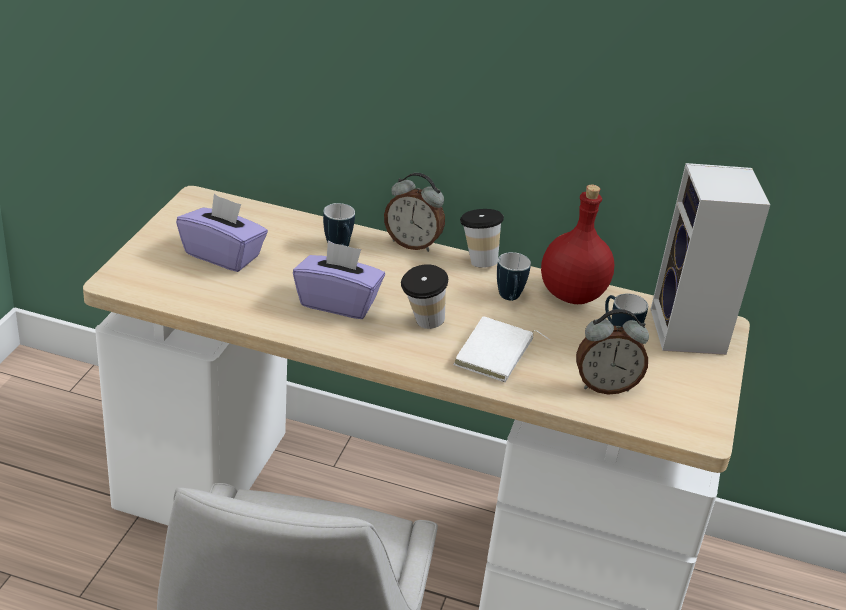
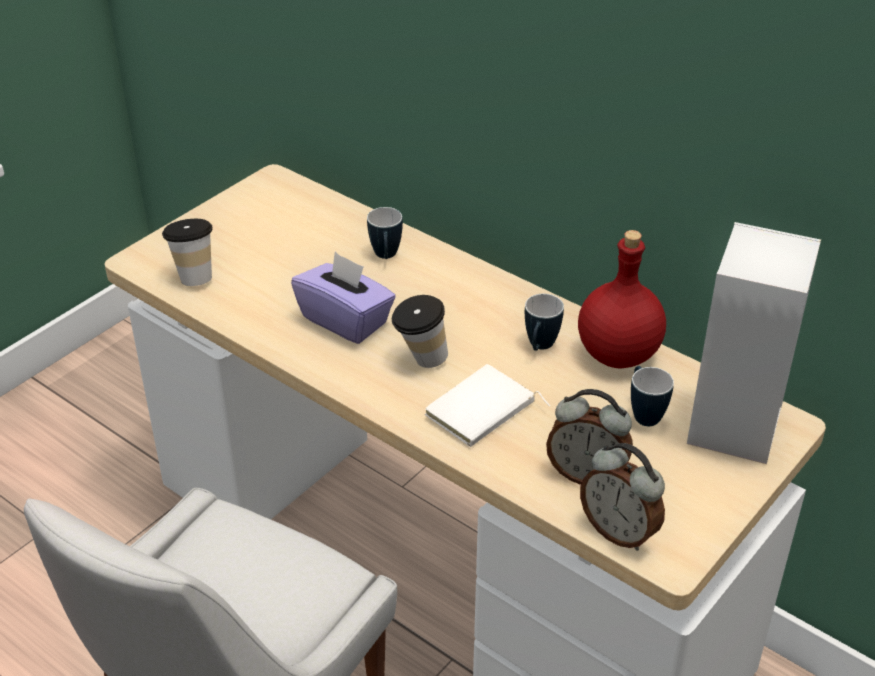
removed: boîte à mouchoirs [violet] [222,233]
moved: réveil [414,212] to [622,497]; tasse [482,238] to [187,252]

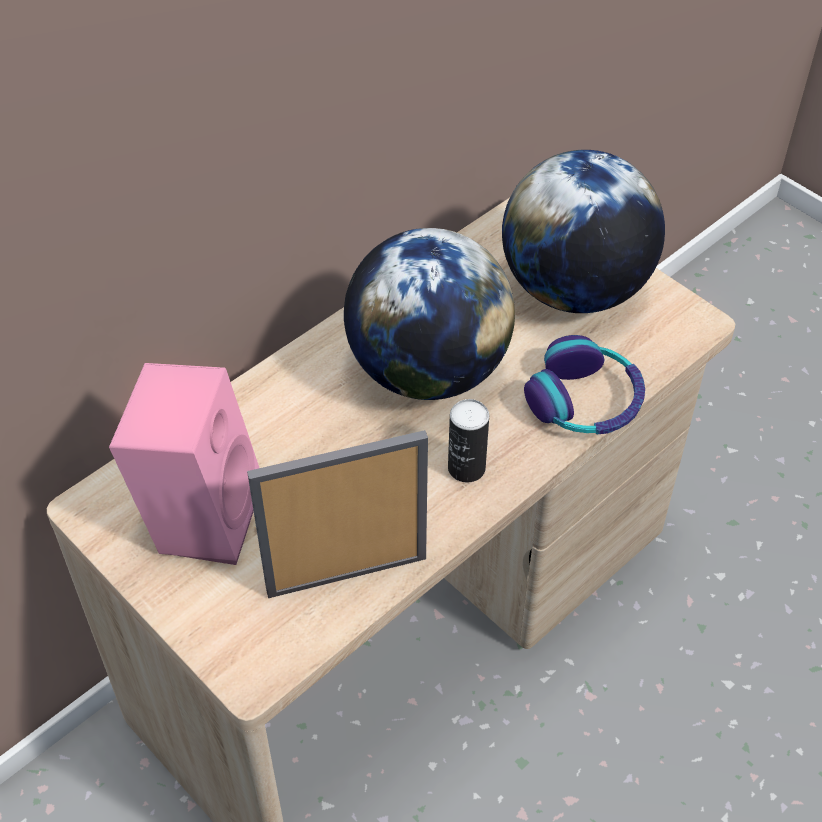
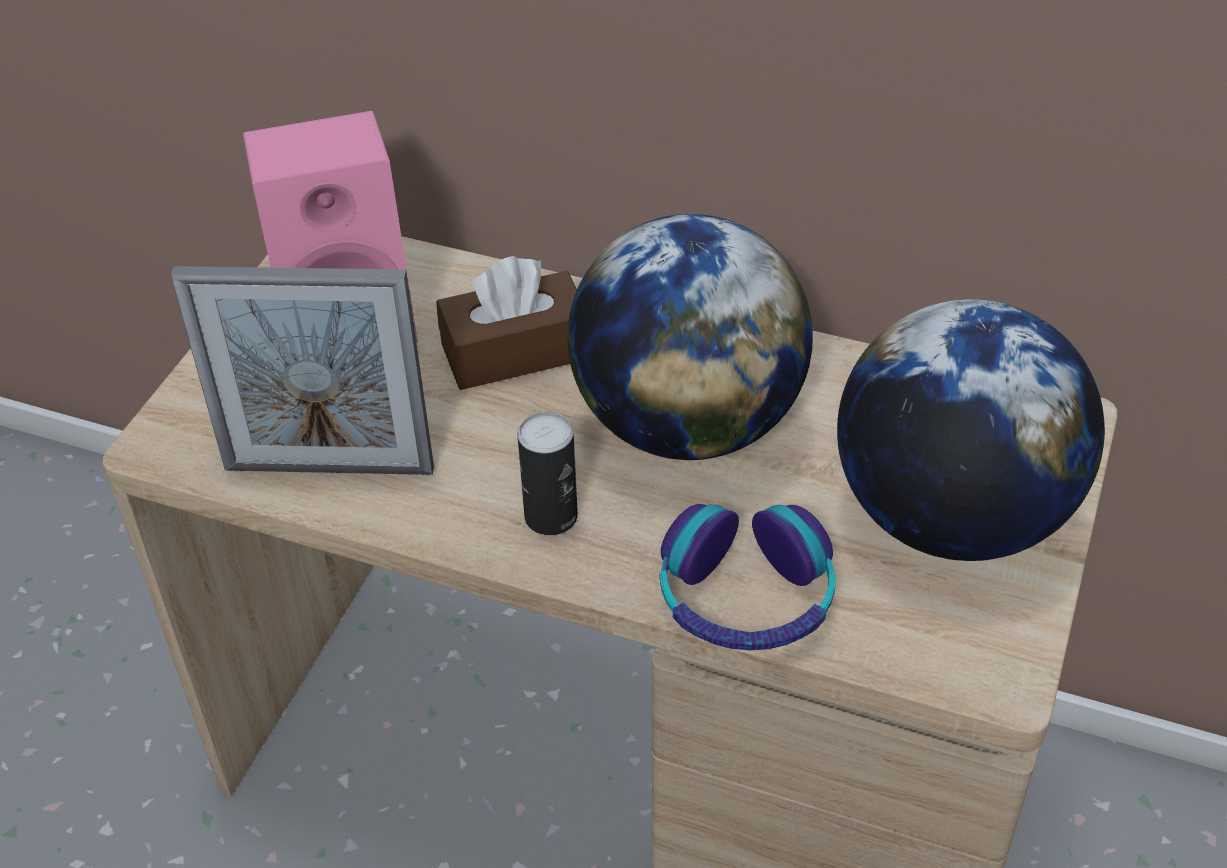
added: boîte à mouchoirs [marron] [506,323]
turned: cadre photo [337,514] = [302,370] 135 degrees clockwise

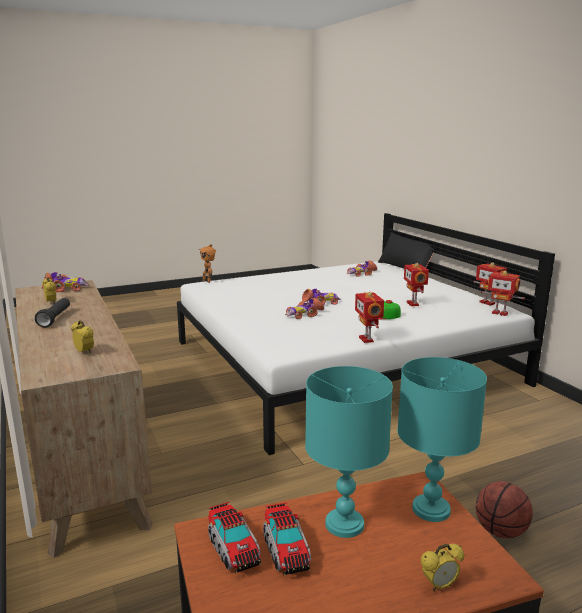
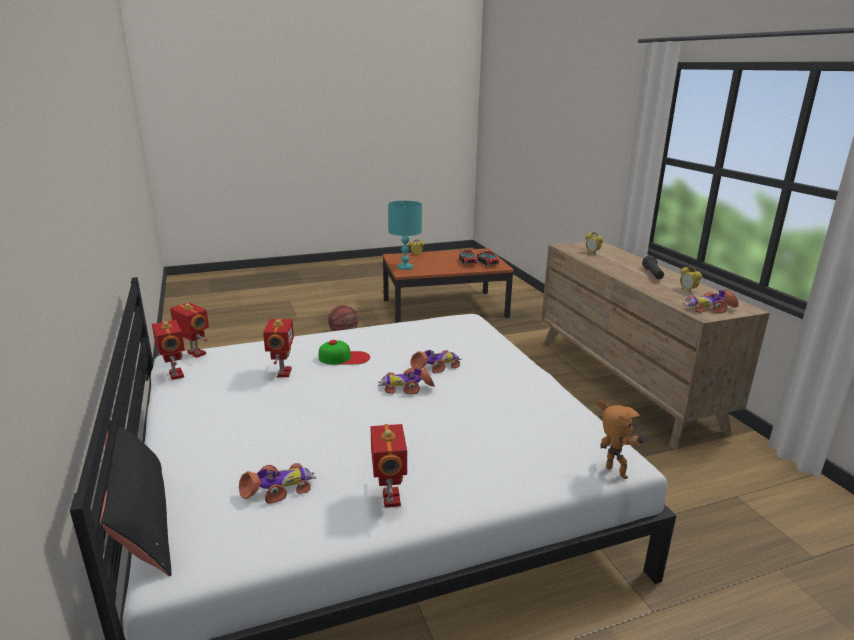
removed: lampe de table [turquoise] [349,452]
moved: robot jouet [369,317] to [388,466]

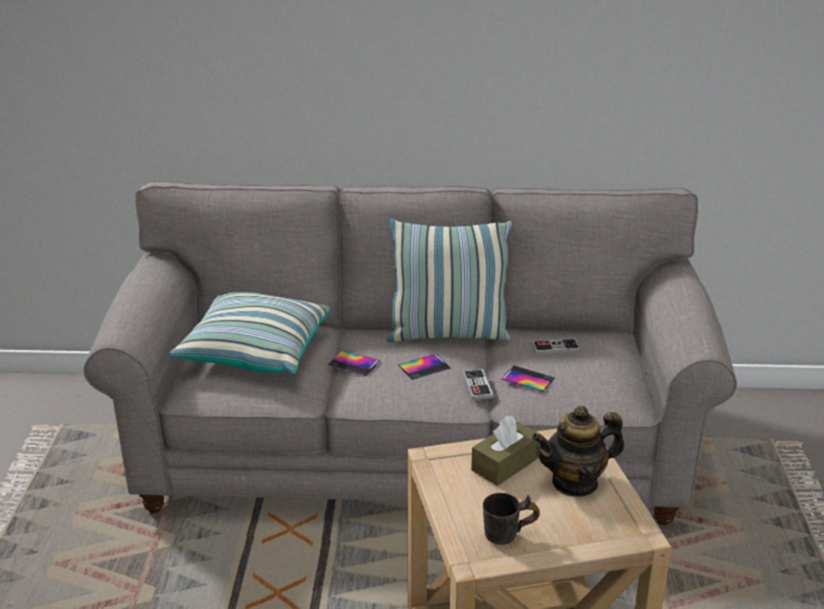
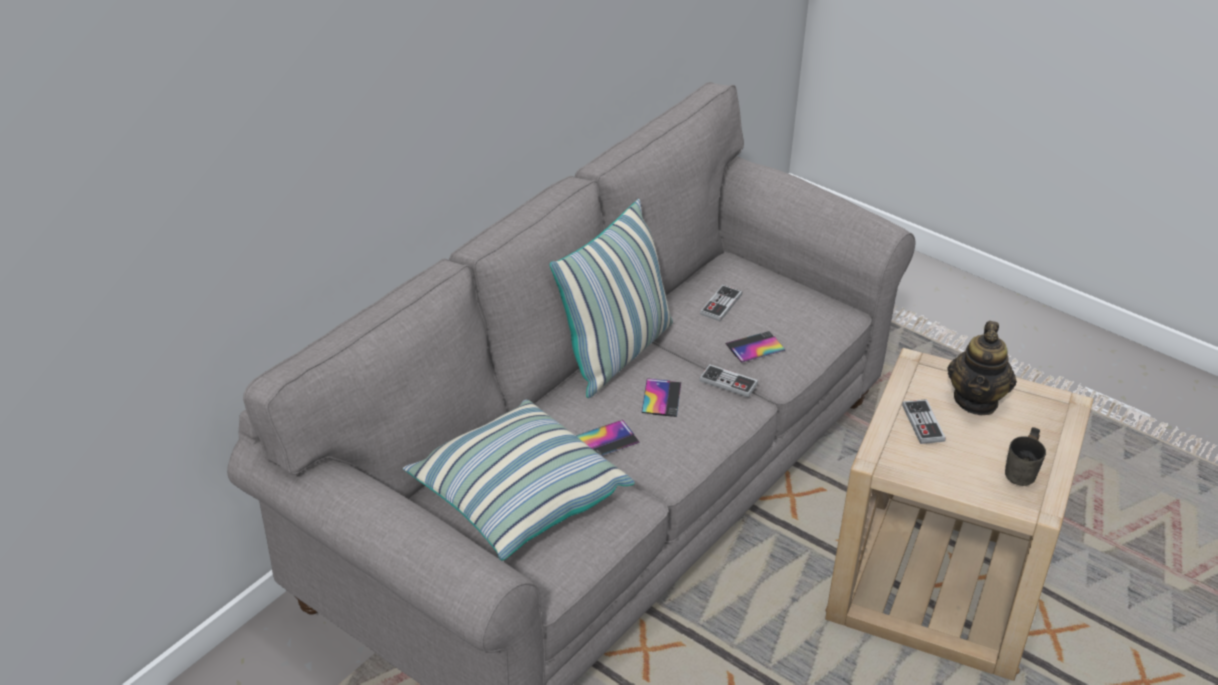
replaced: boîte à mouchoirs [marron] [506,450] to manette [924,421]

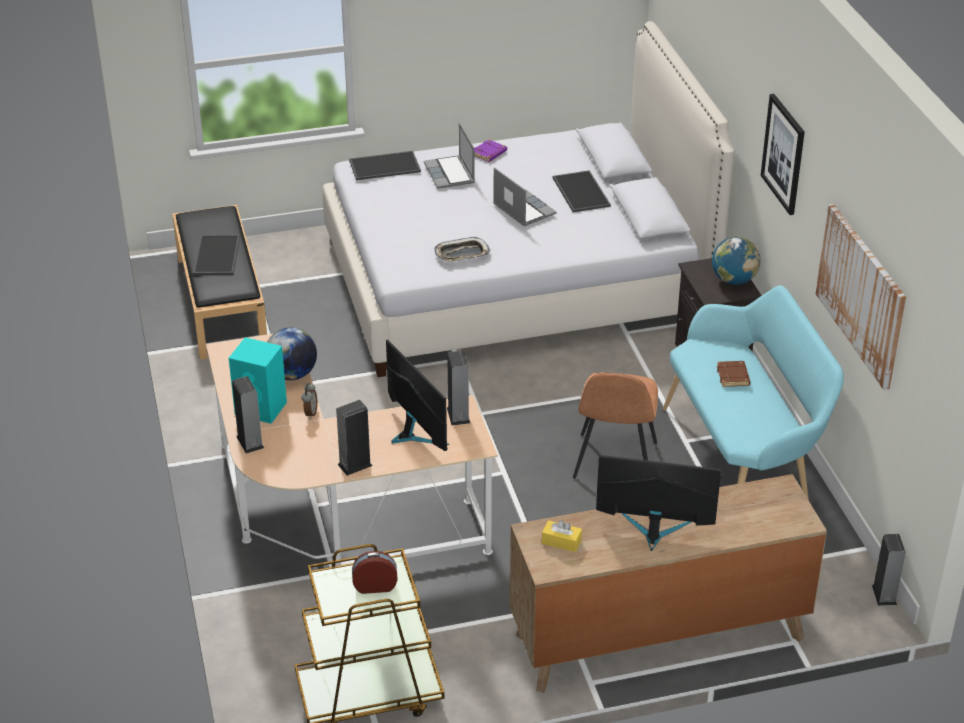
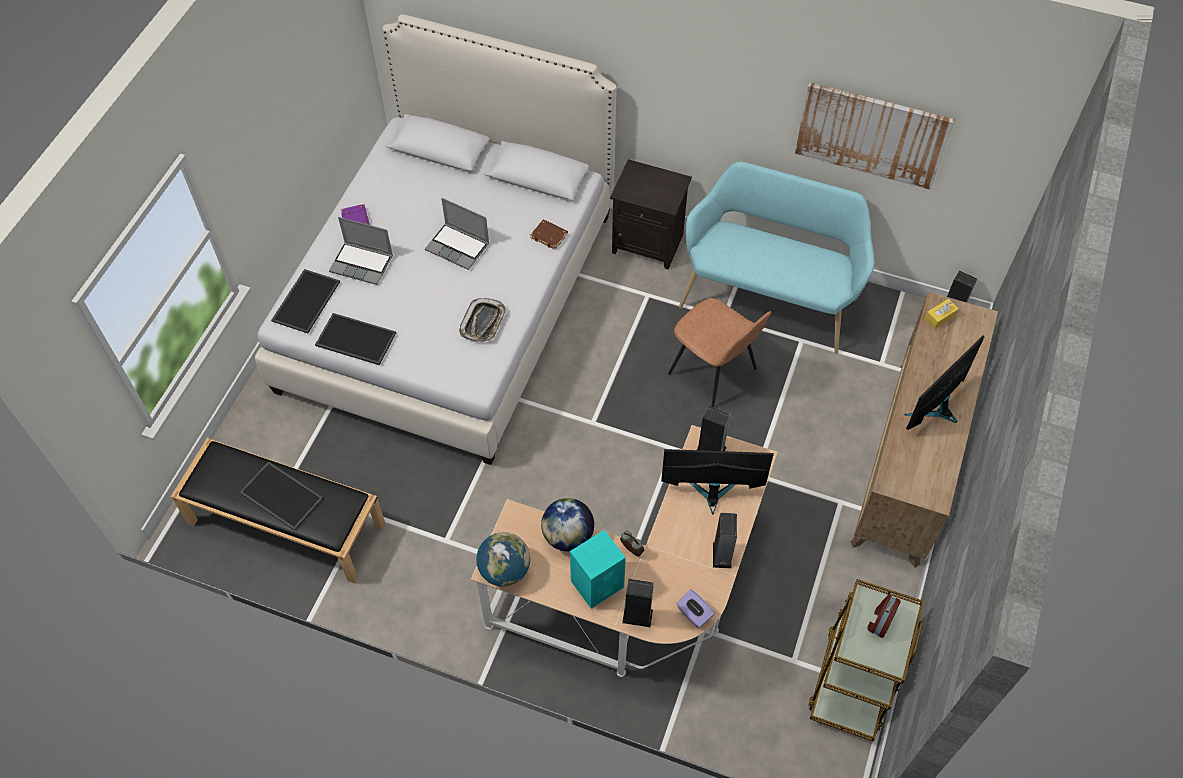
removed: tableau [783,154]
added: boîte à mouchoirs [violet] [695,608]
moved: boîte à mouchoirs [jaune] [562,536] to [942,314]; plateau [581,191] to [355,339]; globe [736,261] to [503,559]; livre [marron] [733,374] to [549,234]
turned: ordinateur portable [525,196] = [457,234] 150 degrees counterclockwise

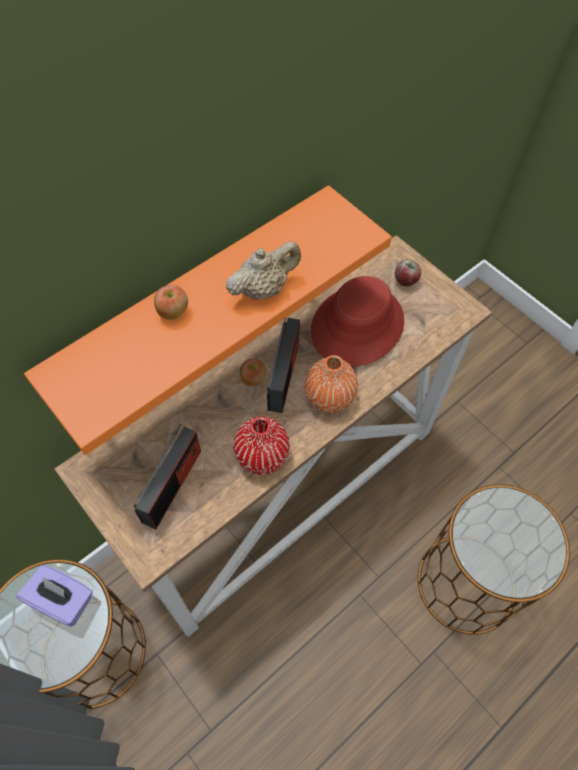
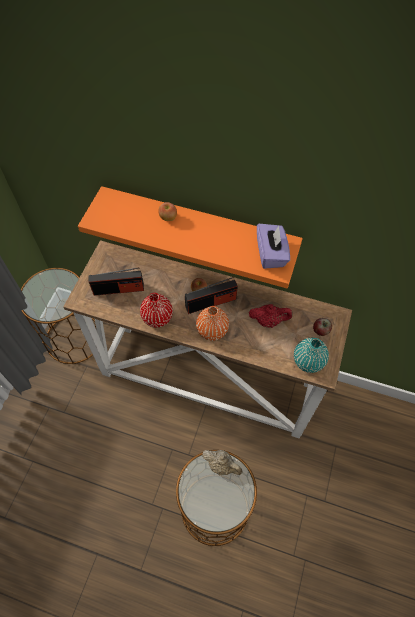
added: vase [turquoise] [311,355]
moved: boîte à mouchoirs [violet] [55,596] to [273,246]; théière [beige] [263,270] to [222,462]
replaced: chapeau [rouge] [357,321] to théière [rouge] [271,316]

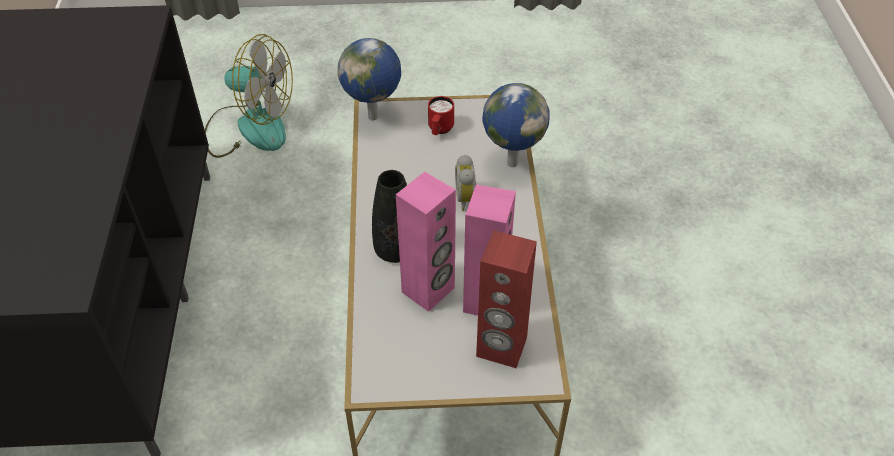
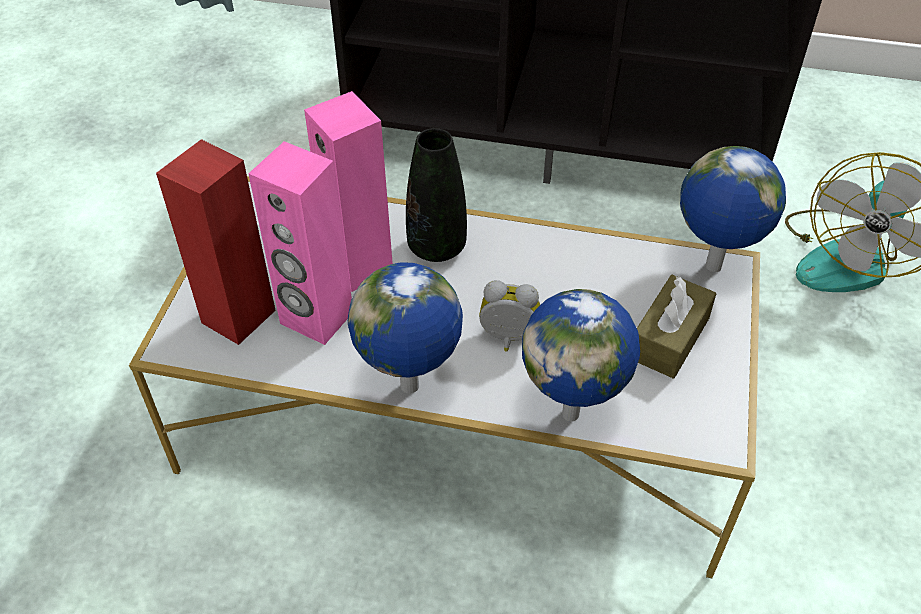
added: globe [405,327]
replaced: mug [rouge] [441,115] to boîte à mouchoirs [marron] [677,326]

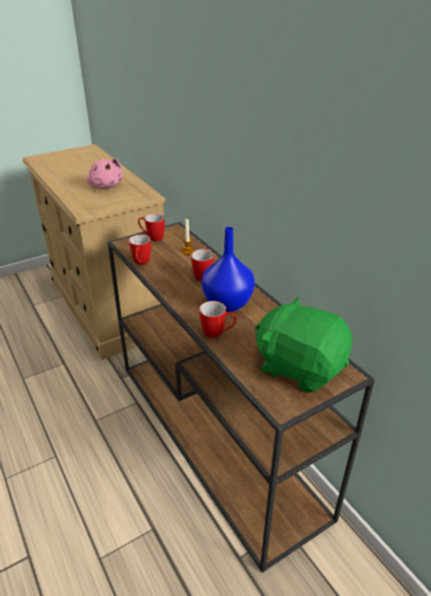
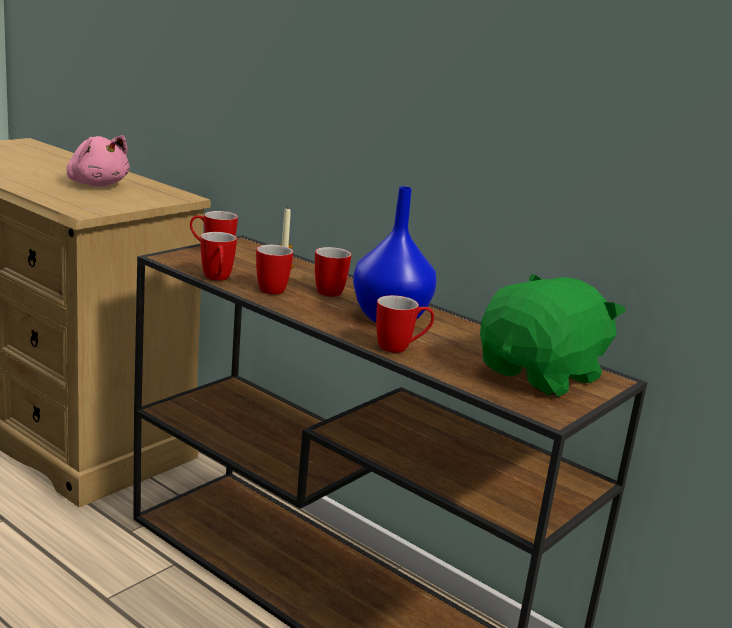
added: mug [274,270]
turned: peluche [vert] [303,345] = [553,335] 120 degrees clockwise

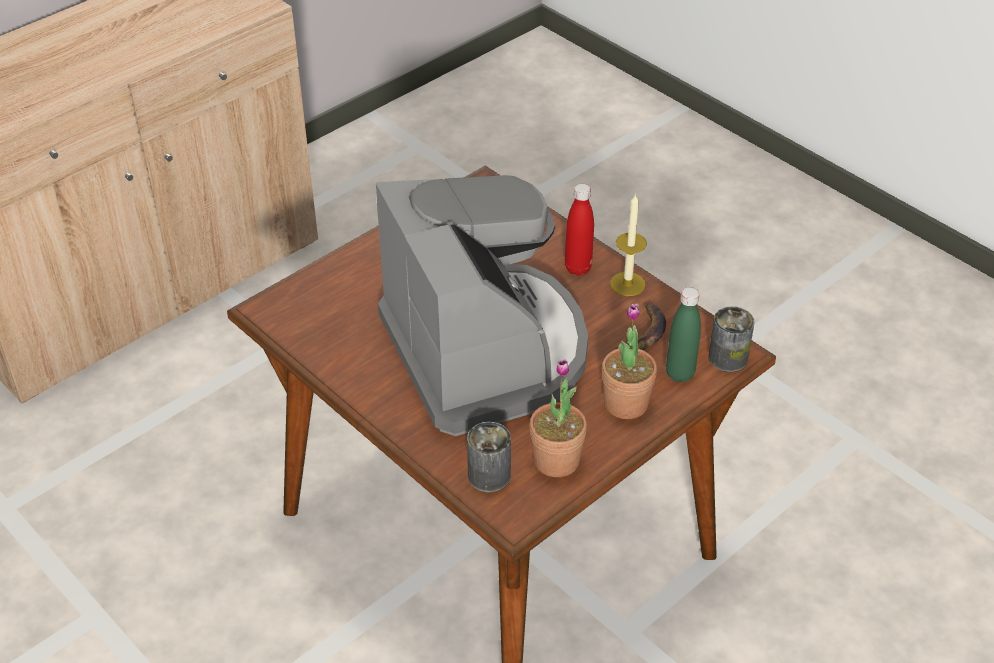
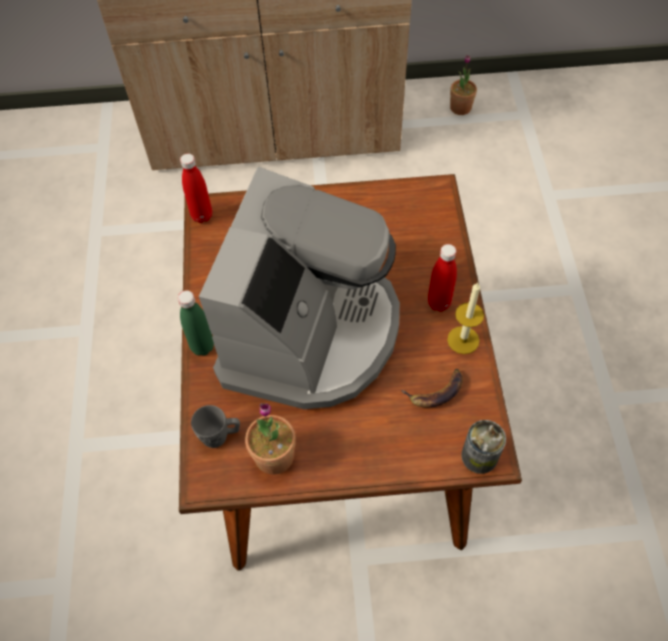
added: bouteille [rouge] [196,188]
moved: plante en pot [629,361] to [463,85]; bouteille [vert] [683,334] to [196,322]
replaced: boîte métallique [489,457] to mug [gris] [215,426]

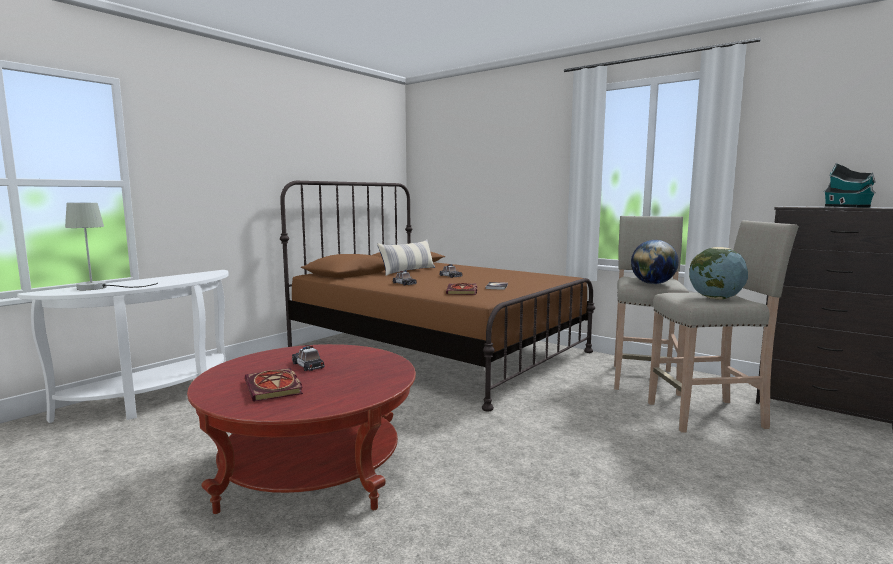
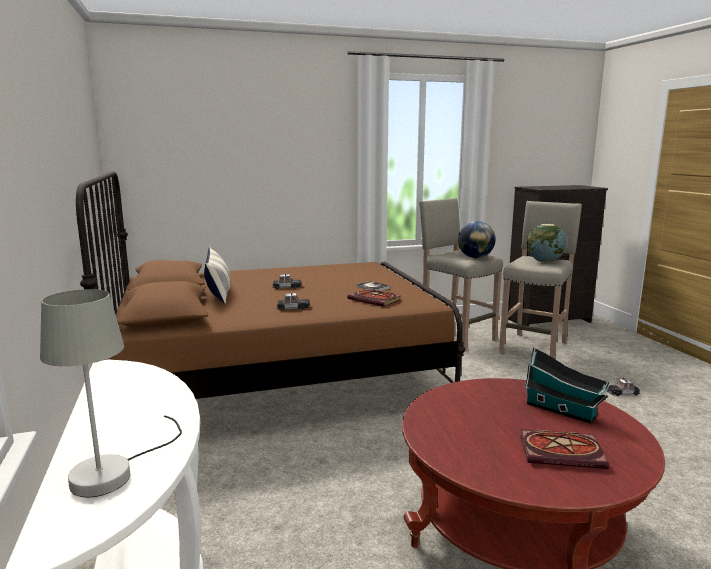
moved: petite voiture [308,358] to [623,387]; maison miniature [850,185] to [567,385]

